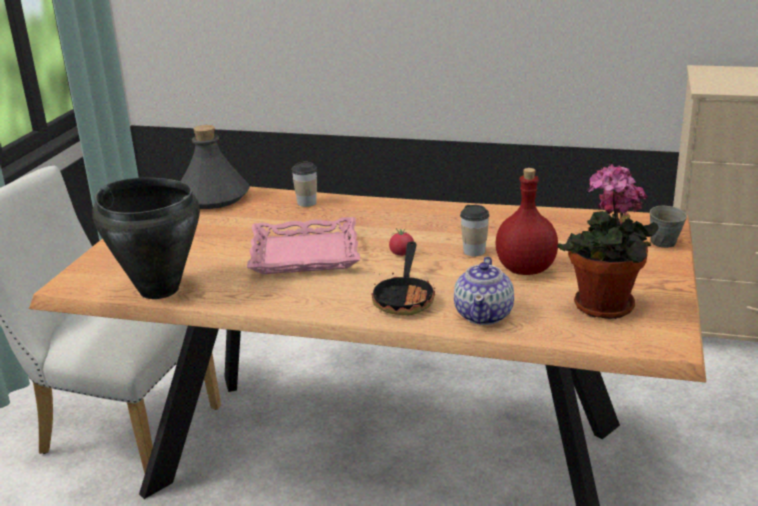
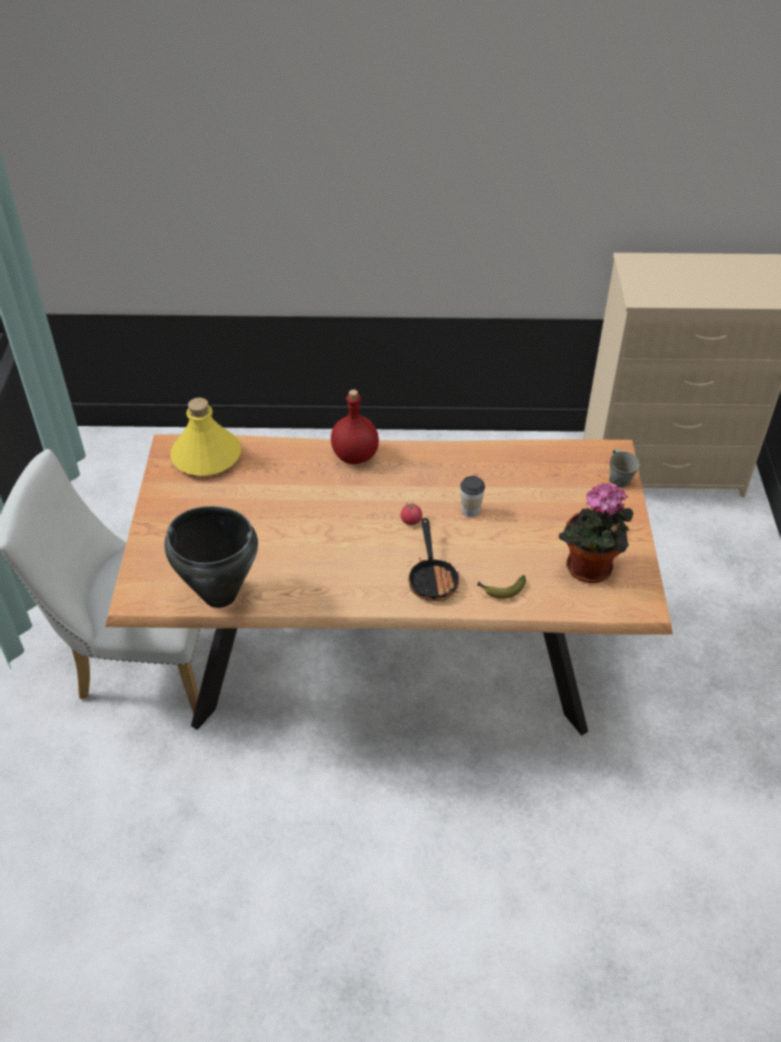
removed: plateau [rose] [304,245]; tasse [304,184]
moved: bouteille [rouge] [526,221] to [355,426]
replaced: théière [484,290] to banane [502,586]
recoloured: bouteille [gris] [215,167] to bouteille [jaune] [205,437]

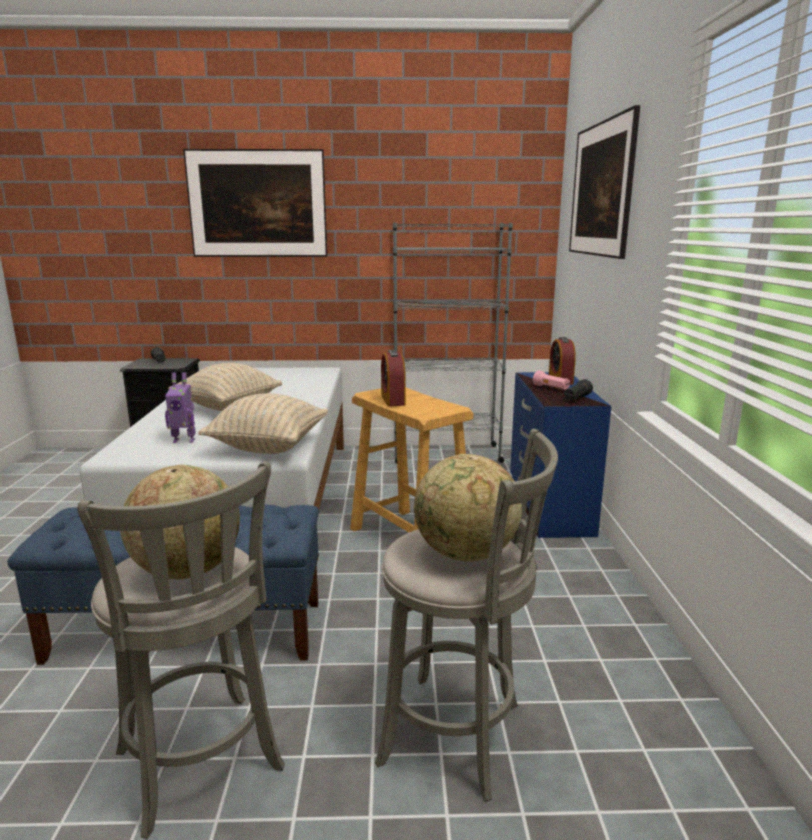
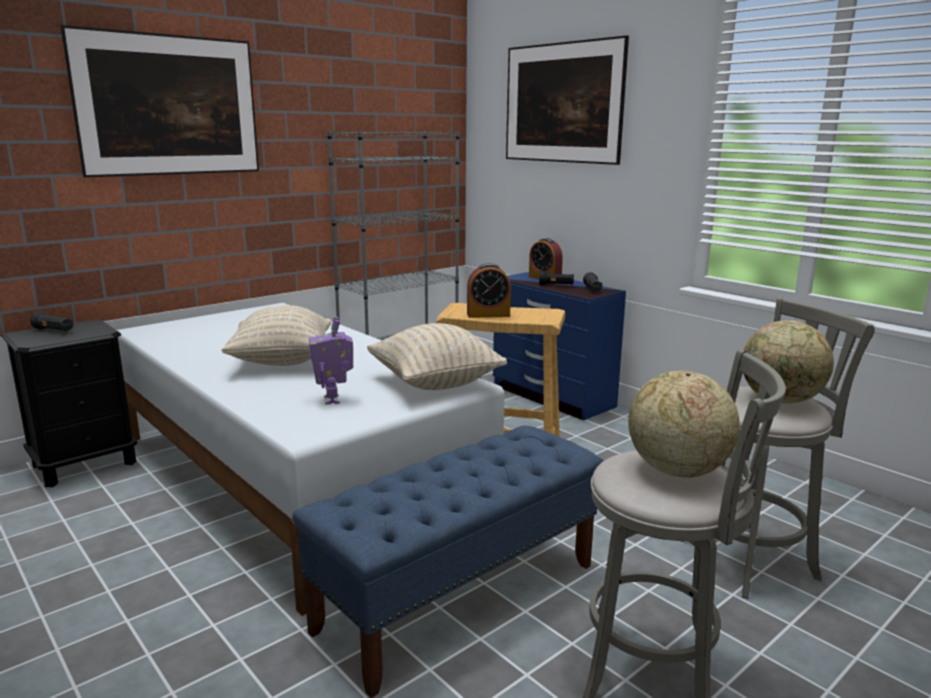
recoloured: lampe de poche [rose] [551,380] to lampe de poche [noir] [556,278]
turned: robot jouet [180,407] = [331,361] 120 degrees clockwise; réveil [393,378] = [489,290] 45 degrees counterclockwise

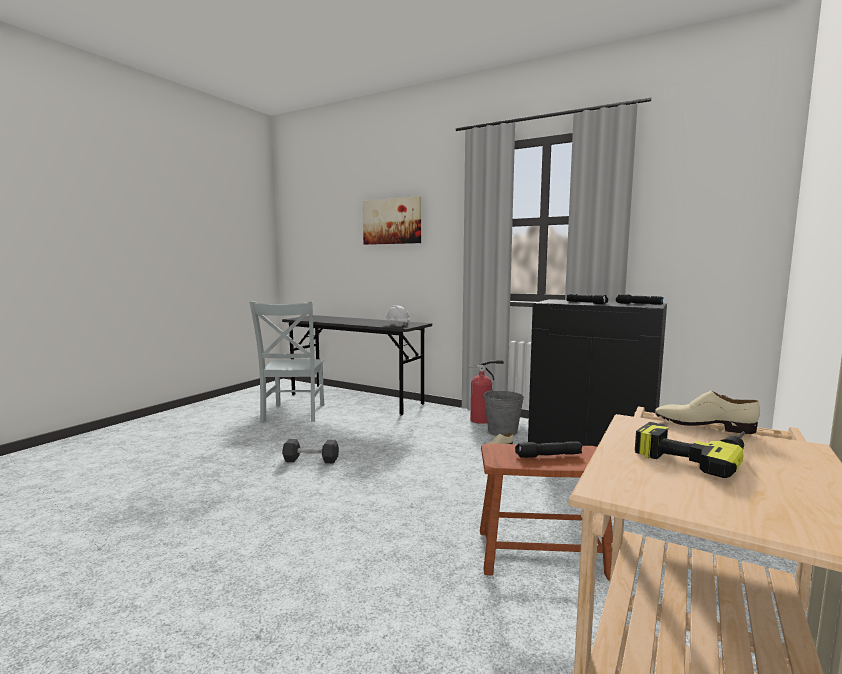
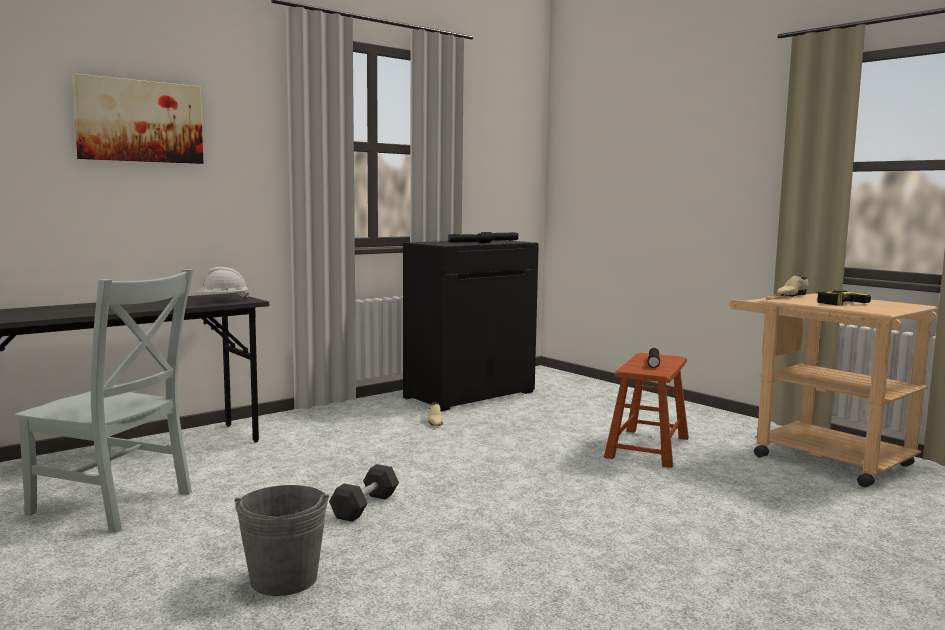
removed: extincteur [486,392]
moved: seau [gris] [504,412] to [282,540]

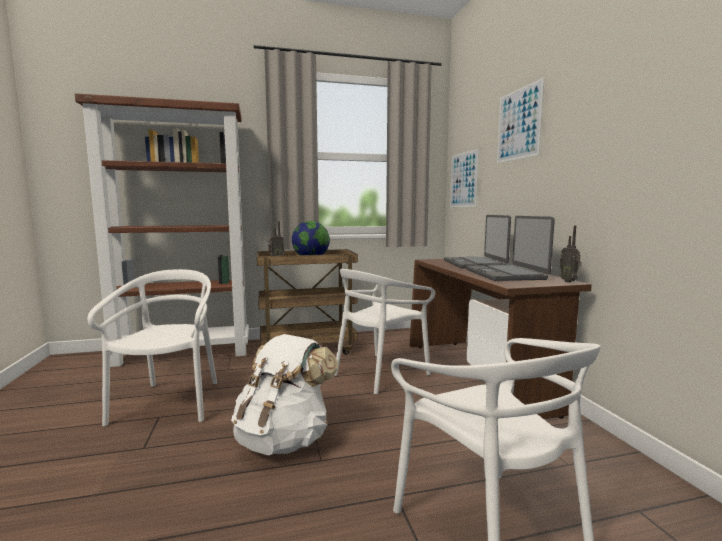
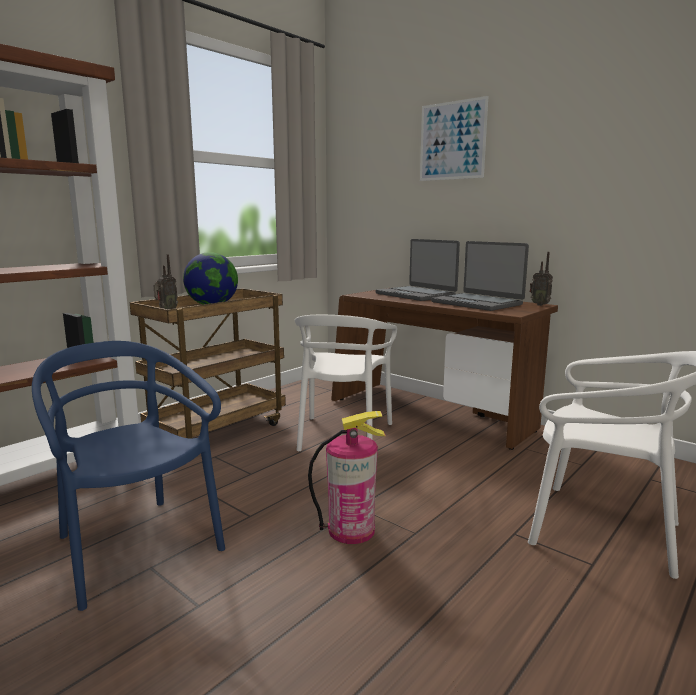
removed: tableau [464,177]
replaced: sac à dos [blanc] [284,394] to extincteur [347,477]
recoloured: chaise [blanc] [152,347] to chaise [bleu] [128,476]

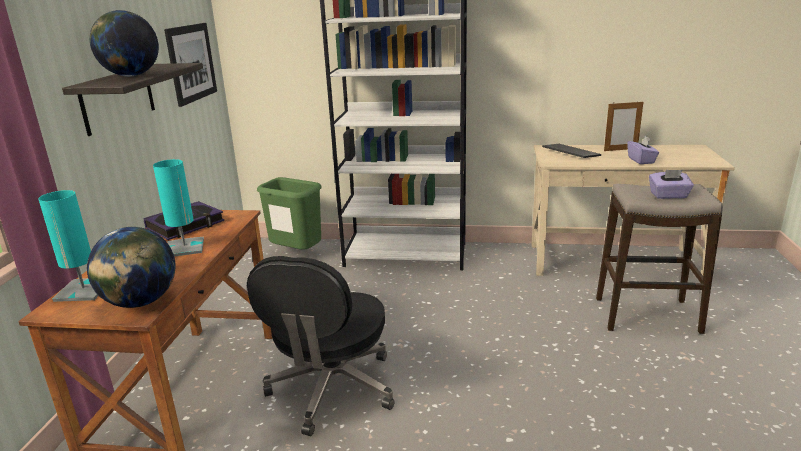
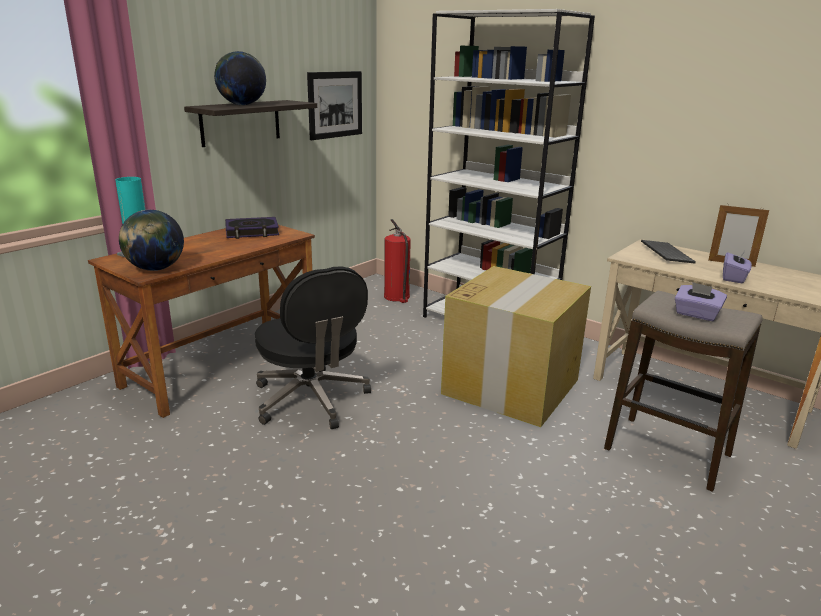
removed: lampe de table [turquoise] [178,208]
added: carton [516,346]
replaced: poubelle [vert] [289,213] to extincteur [397,261]
turned: chaise de bureau [noir] [321,346] = [313,347] 75 degrees counterclockwise

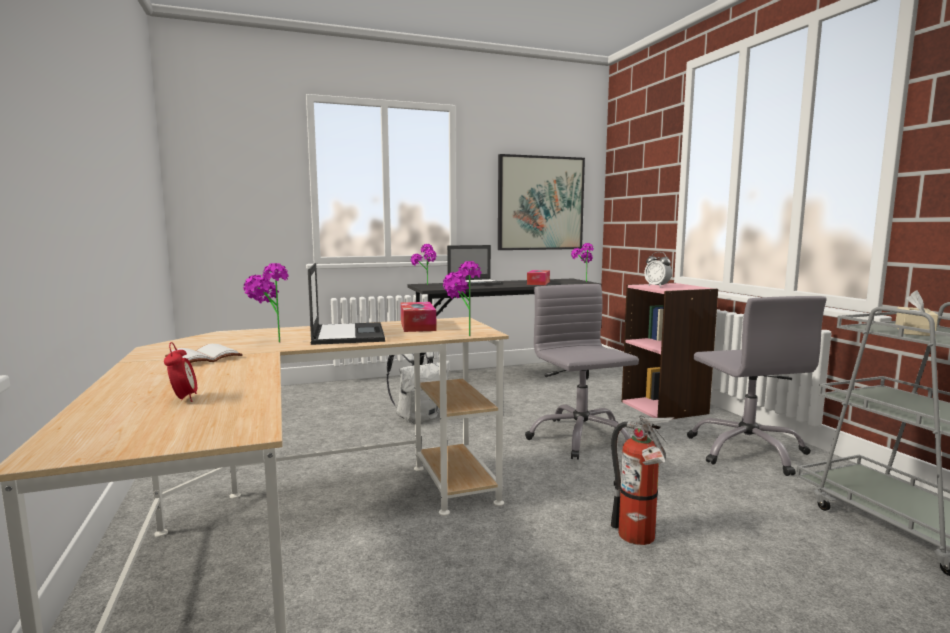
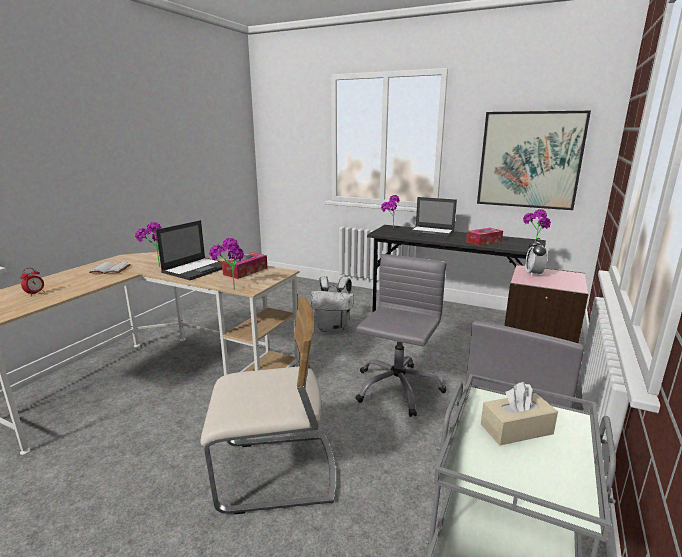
replaced: extincteur [642,480] to chaise [beige] [268,405]

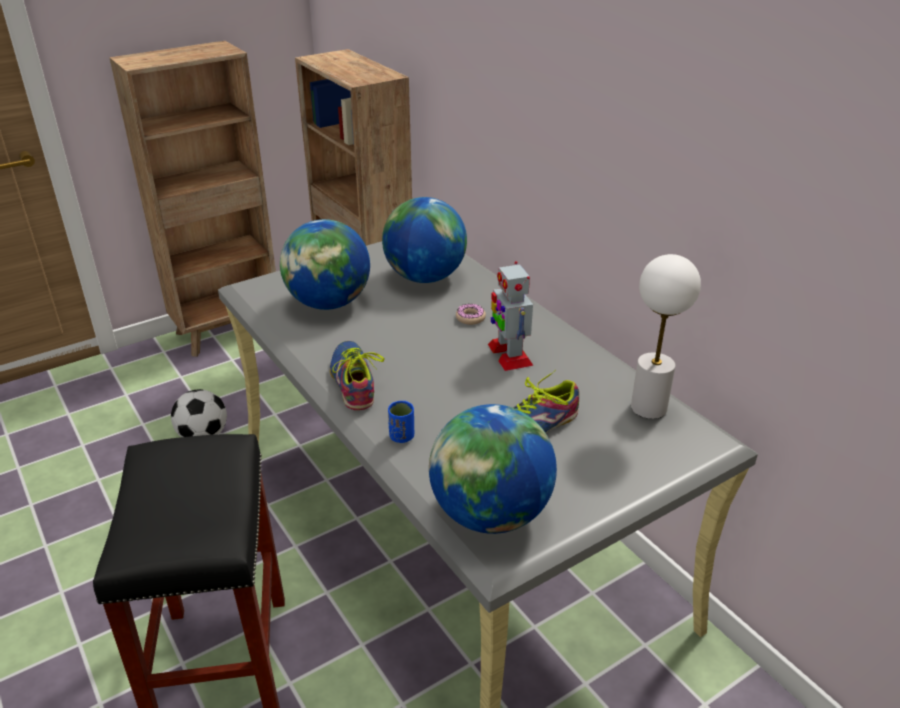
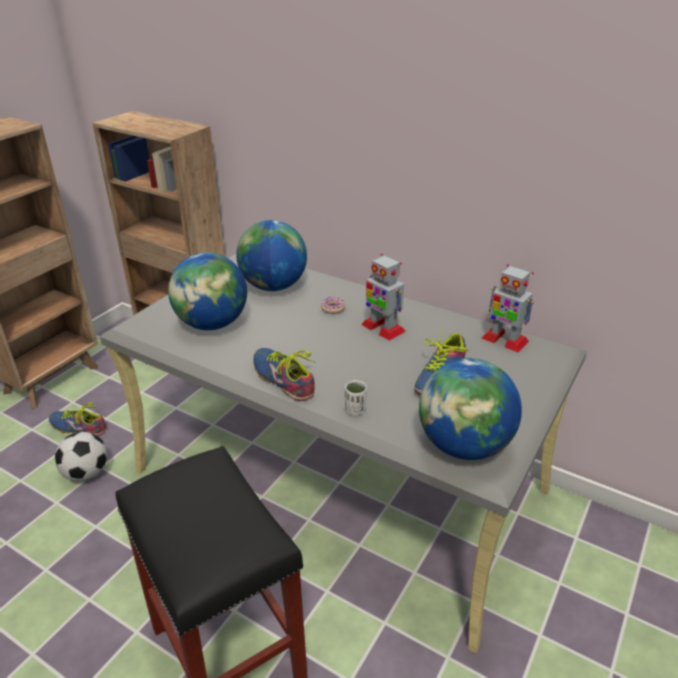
added: chaussure [77,419]
replaced: lampe de table [blanc] [666,336] to robot jouet [508,308]
recoloured: tasse [bleu] [401,422] to tasse [blanc] [356,397]

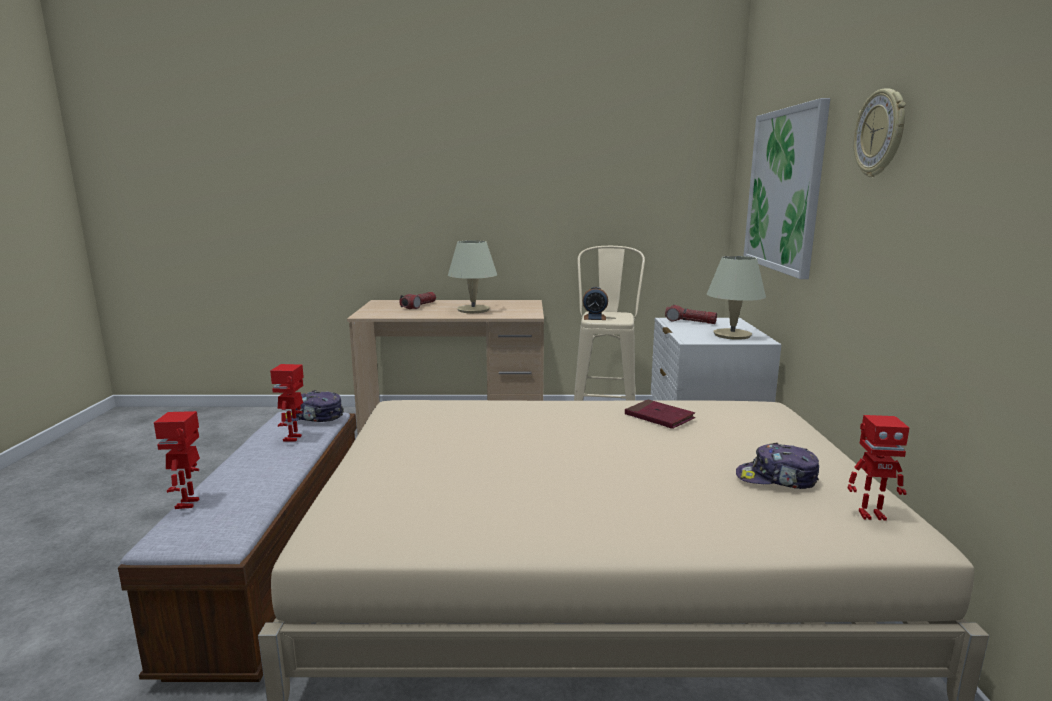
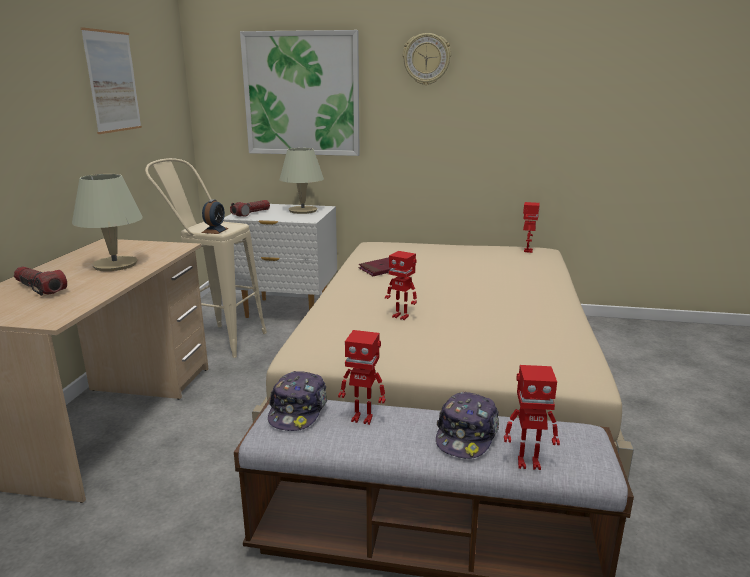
added: tableau [111,80]; robot jouet [401,285]
moved: casquette [777,466] to [467,425]

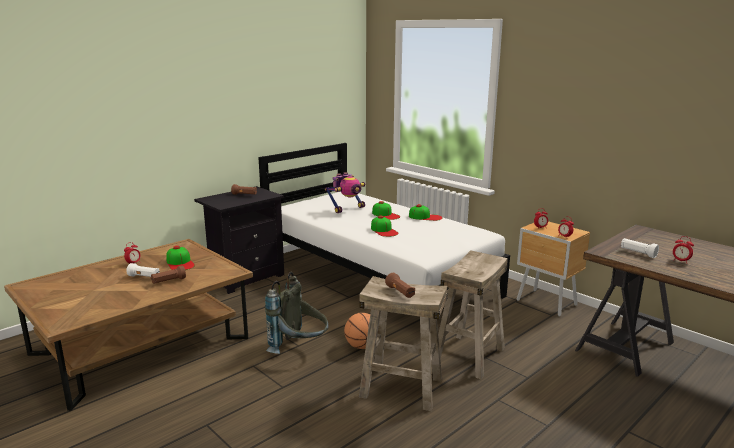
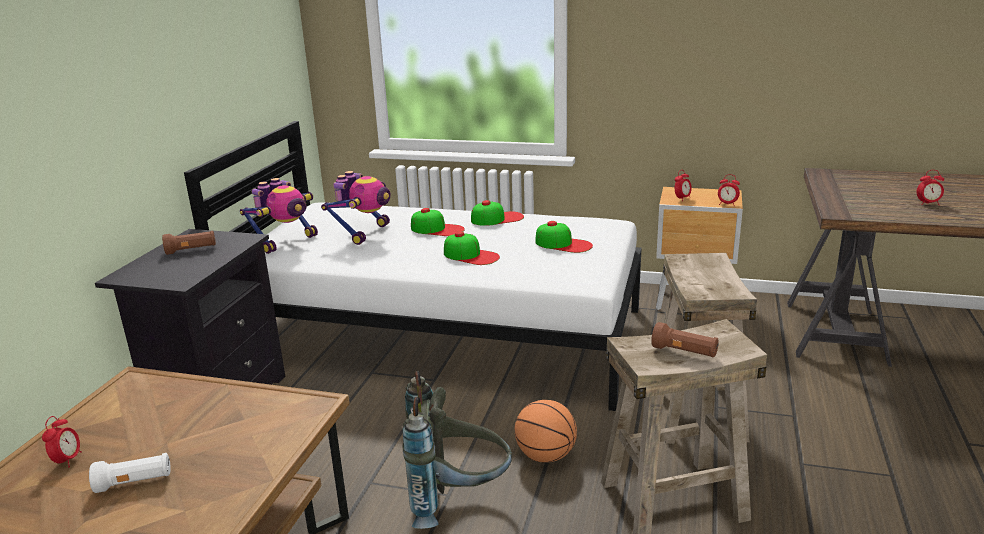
removed: lampe de poche [marron] [168,275]; lampe de poche [blanc] [640,248]
added: robot jouet [279,216]
moved: casquette [180,258] to [564,237]

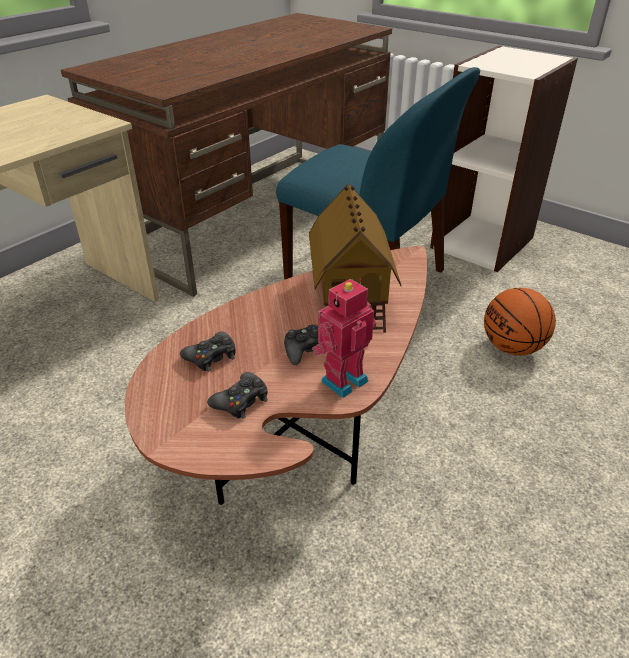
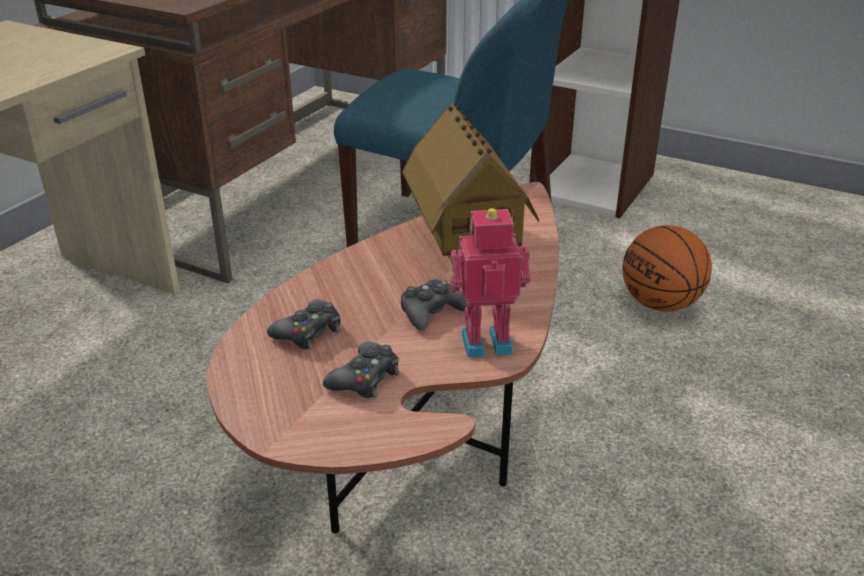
turned: robot jouet [344,338] = [490,283] 45 degrees clockwise

